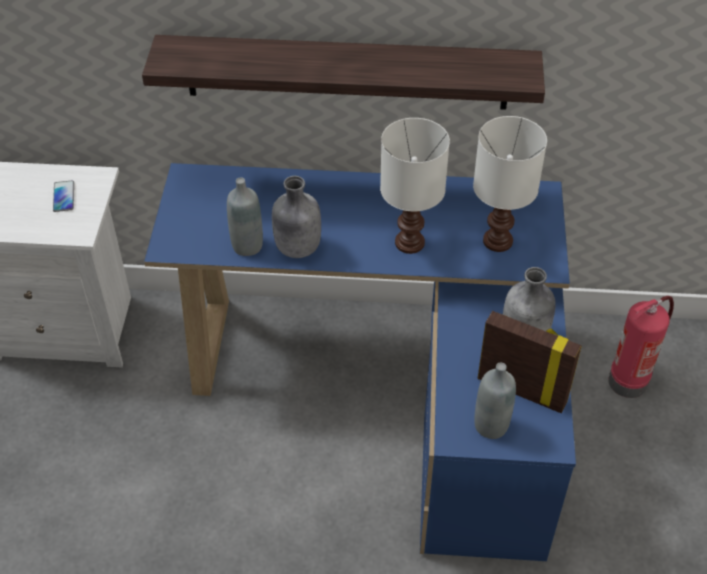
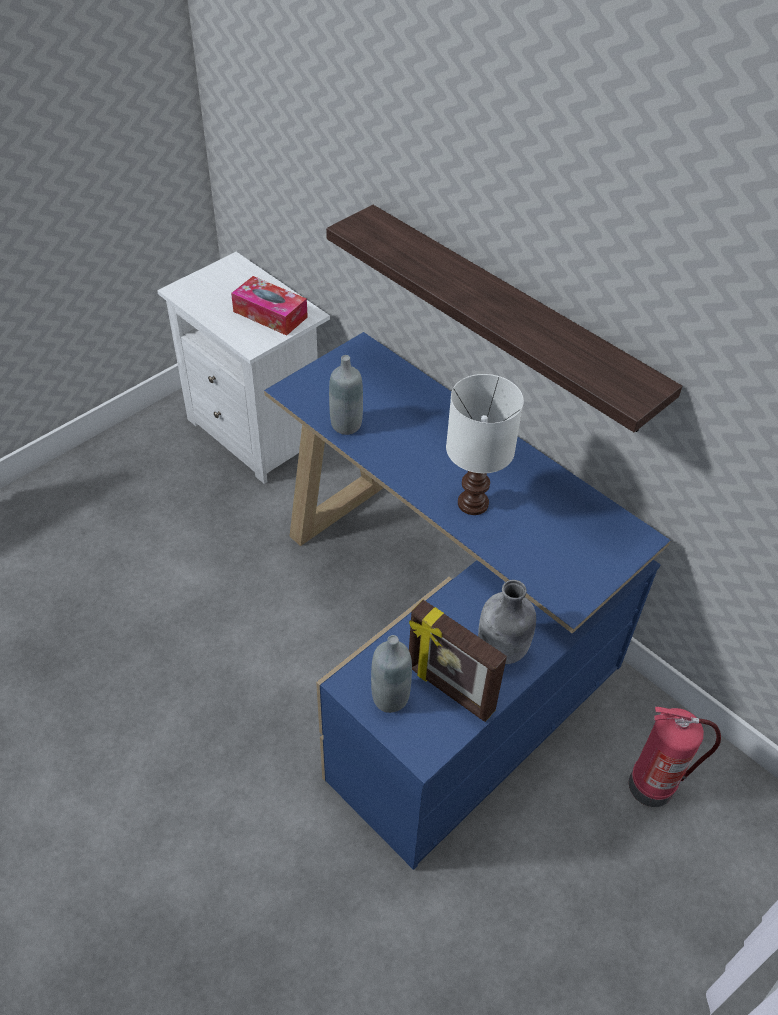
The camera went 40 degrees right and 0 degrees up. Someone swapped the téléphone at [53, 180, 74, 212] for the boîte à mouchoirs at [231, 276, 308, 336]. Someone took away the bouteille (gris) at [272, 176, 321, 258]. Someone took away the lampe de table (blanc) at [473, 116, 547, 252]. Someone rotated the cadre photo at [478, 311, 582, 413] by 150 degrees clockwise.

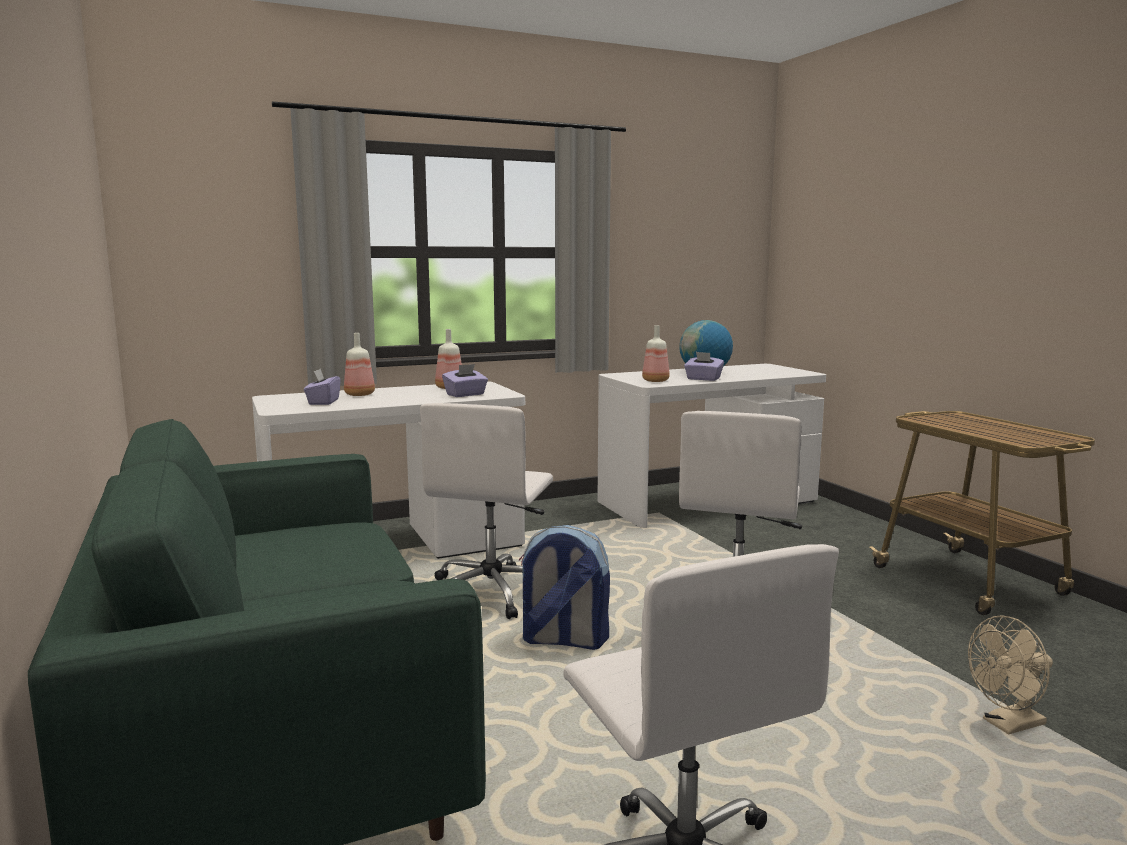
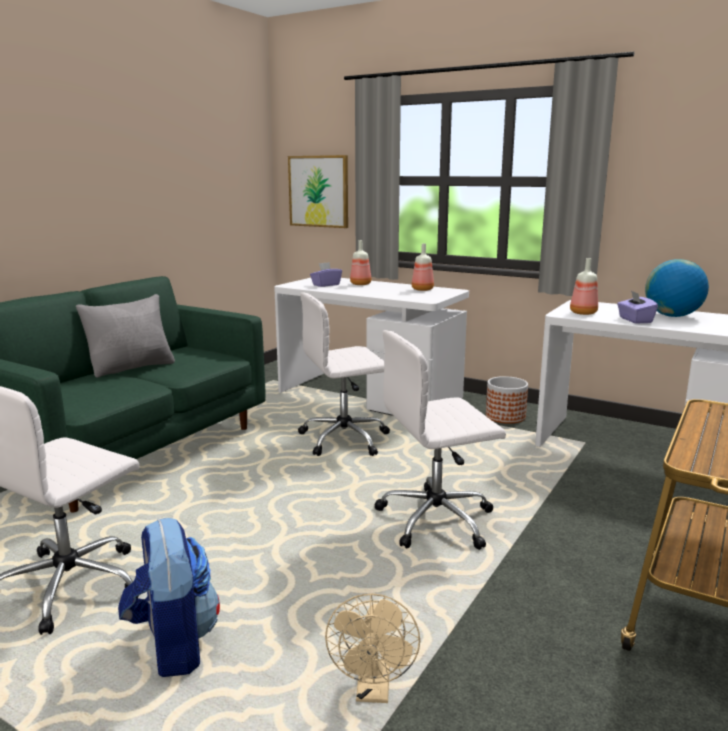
The camera went 55 degrees right and 5 degrees up. Someone took away the boîte à mouchoirs (violet) at [442, 364, 488, 397]. Someone carried the sac à dos from [519, 525, 610, 650] to [118, 518, 220, 677]. Someone rotated the ventilateur (beige) at [968, 615, 1053, 735] by 120 degrees counterclockwise. Someone put down the coussin (gris) at [76, 294, 175, 378]. Someone put up the tableau at [288, 155, 348, 228]. Someone put down the cache-pot at [486, 376, 528, 424].

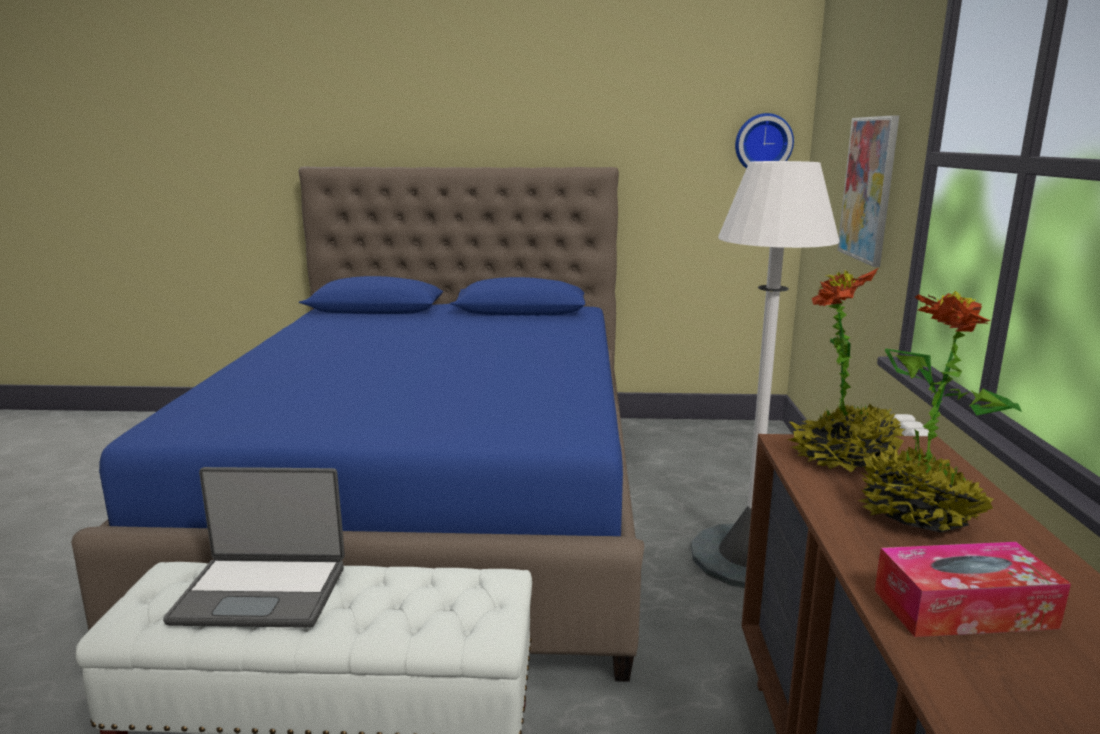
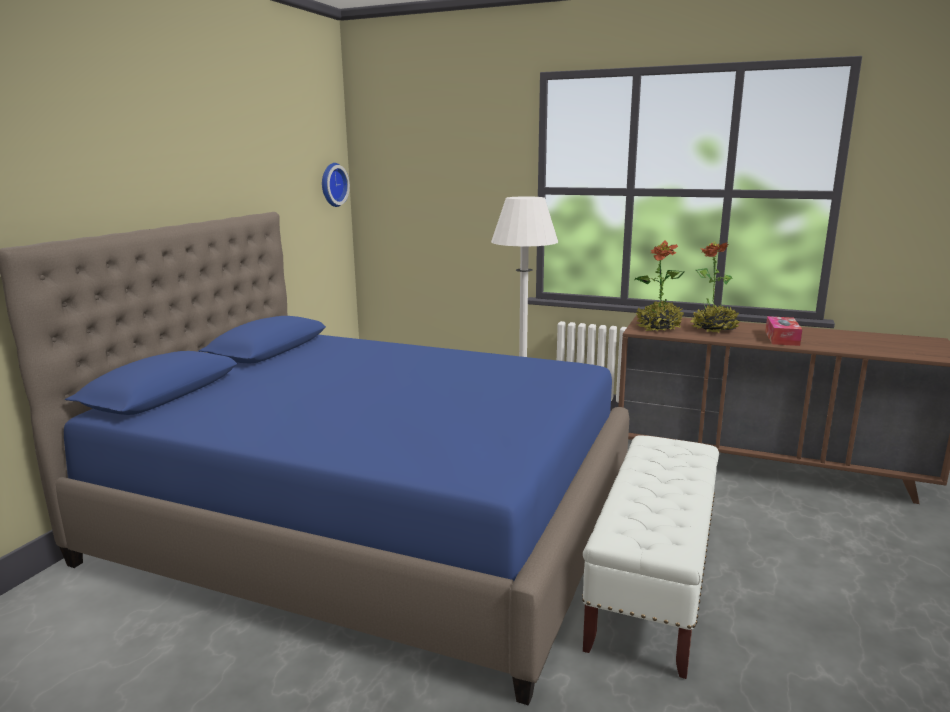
The camera went 70 degrees left and 0 degrees up. Someone took away the ordinateur portable at [163, 467, 345, 628]. Someone took away the tableau at [837, 115, 899, 267].

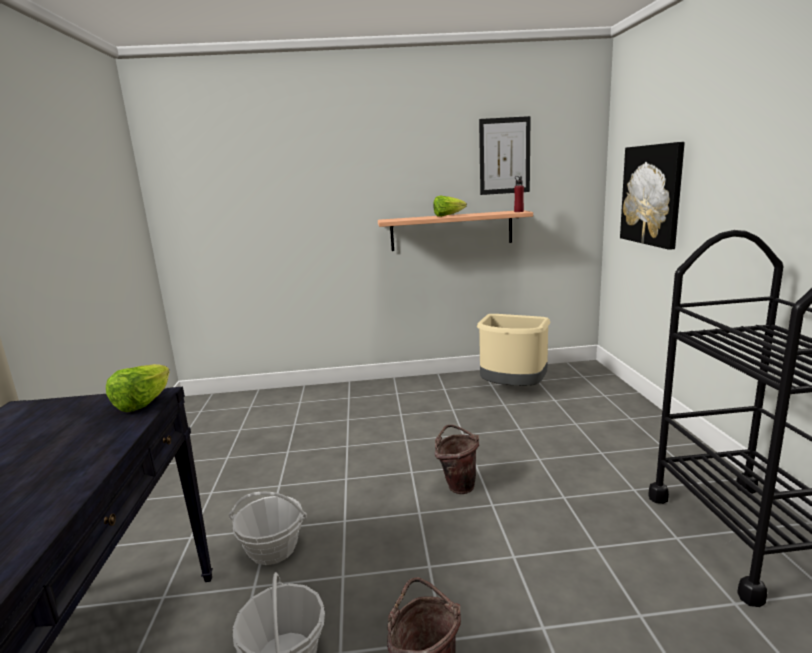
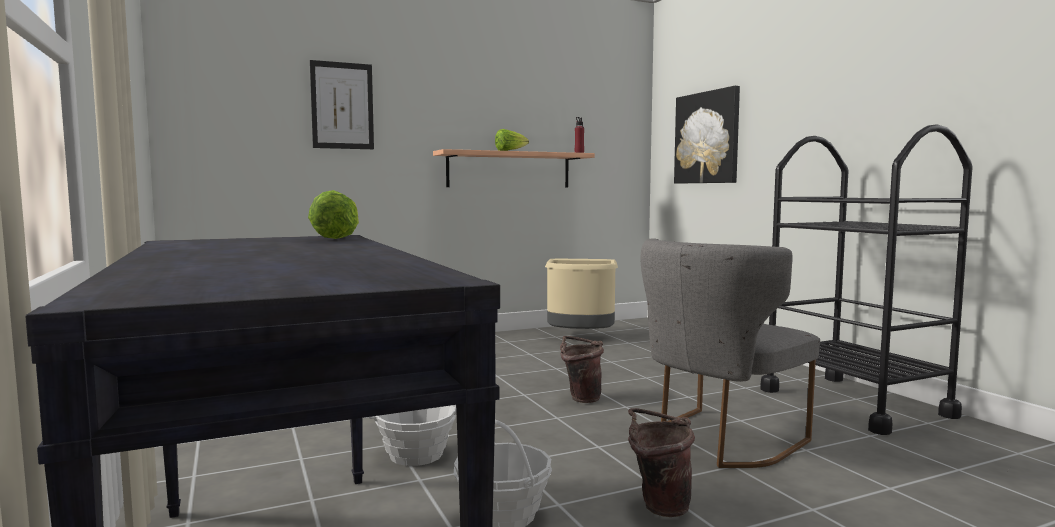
The camera went 20 degrees left and 10 degrees down. Someone carried the tableau from [479, 116, 531, 195] to [310, 60, 374, 149]. Someone put down the chaise (gris) at [641, 238, 820, 468].

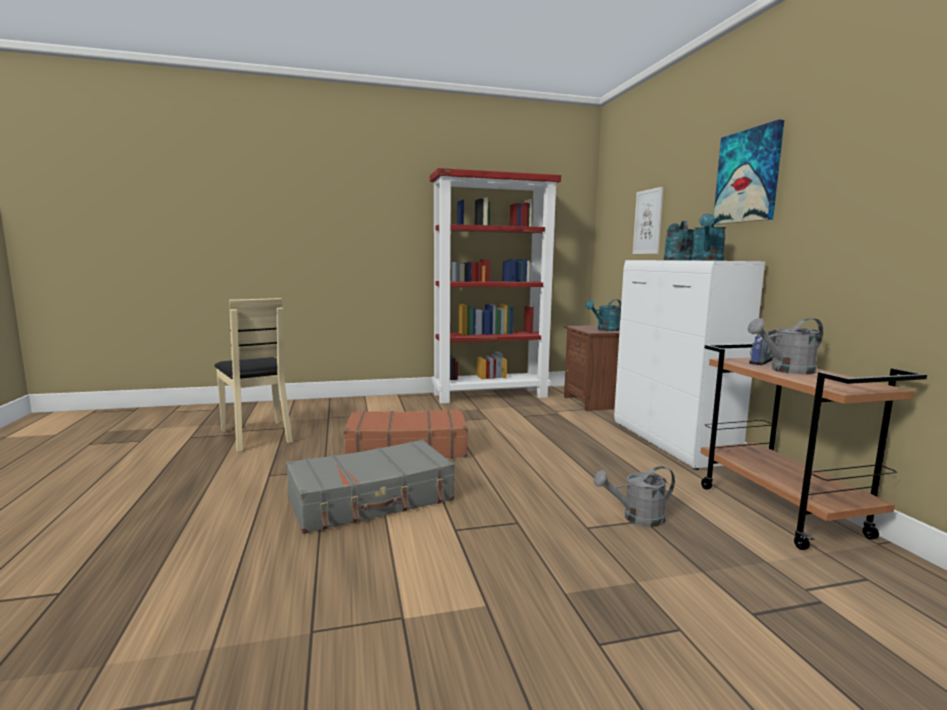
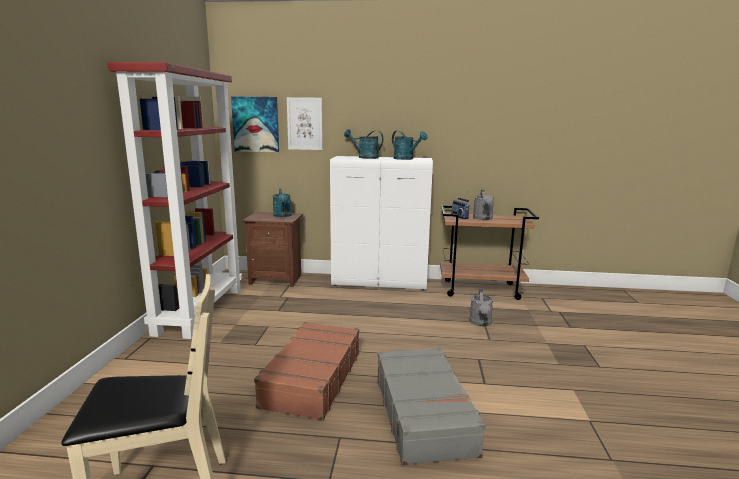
The camera went 70 degrees left and 5 degrees up. Someone carried the tableau from [714, 119, 784, 225] to [231, 96, 279, 152].

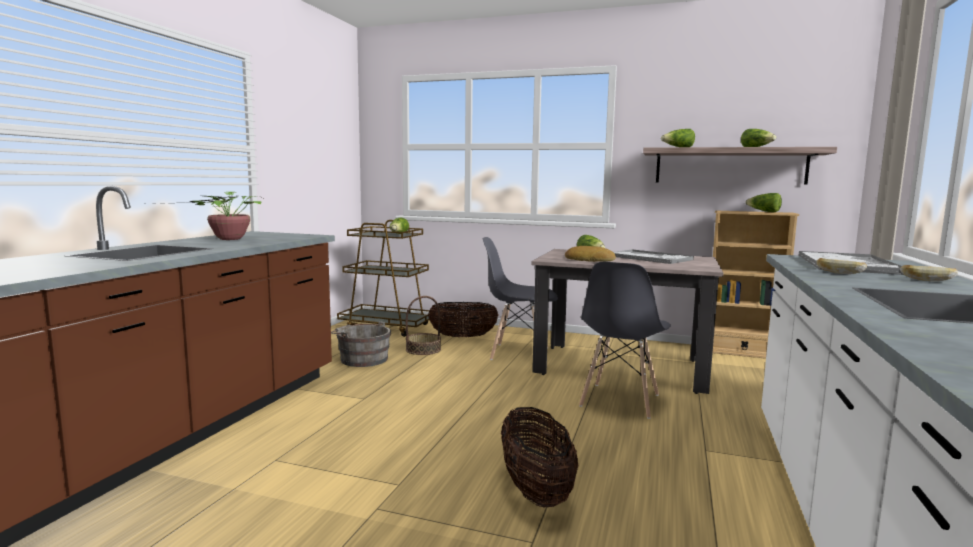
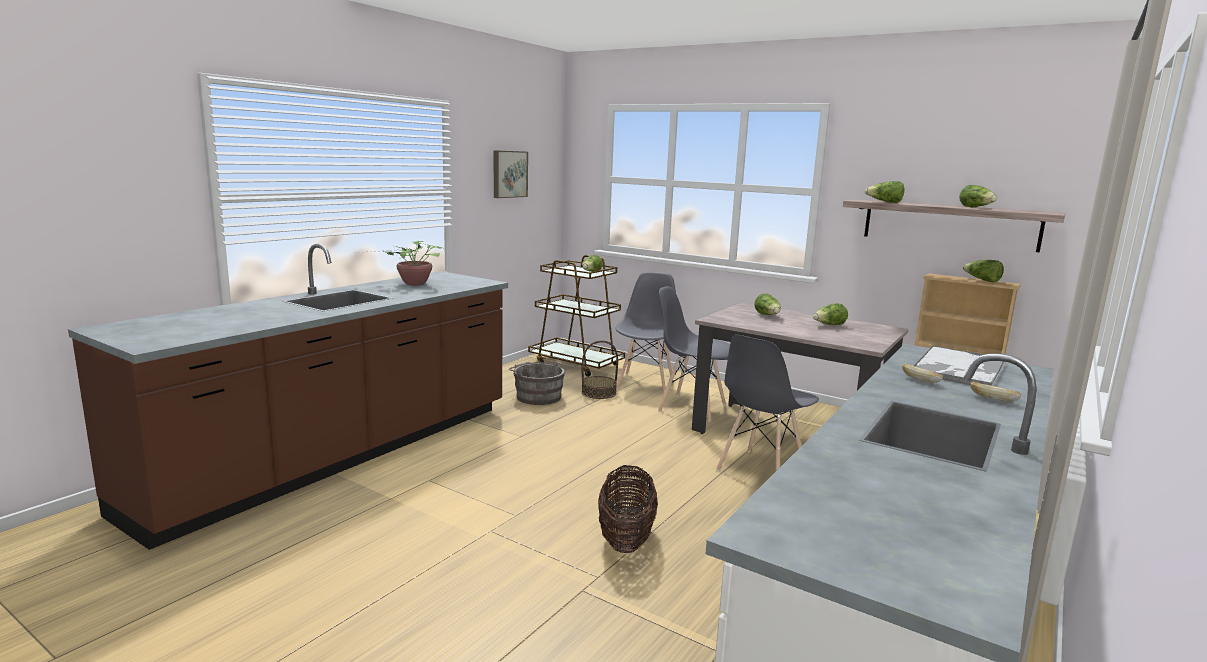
The camera went 15 degrees right and 5 degrees up. Someone swapped the panier at [428, 302, 498, 338] for the chaise (gris) at [615, 272, 676, 393]. Someone took away the pain at [565, 246, 616, 262]. Someone swapped the plateau at [613, 249, 694, 264] for the laitue at [813, 303, 848, 325]. Someone put up the tableau at [494, 150, 528, 198].

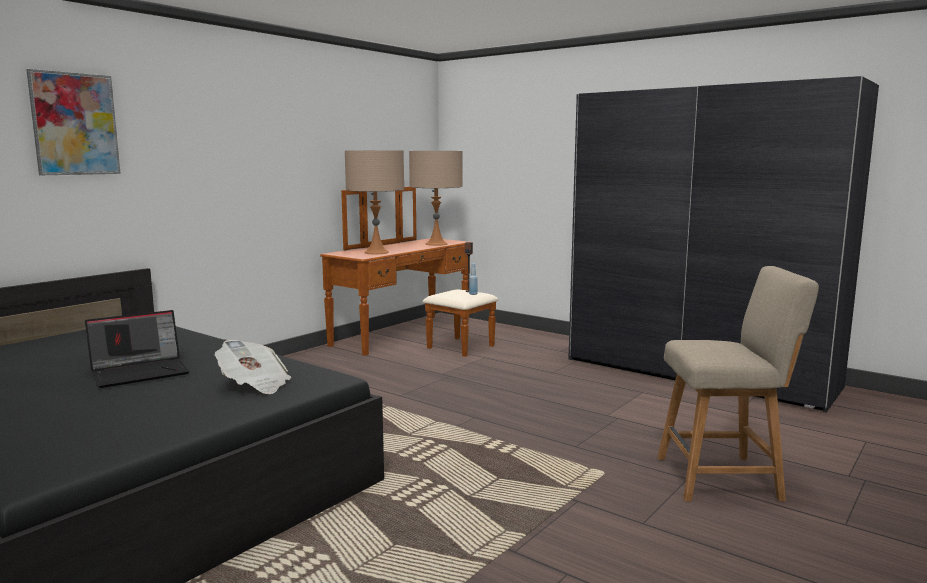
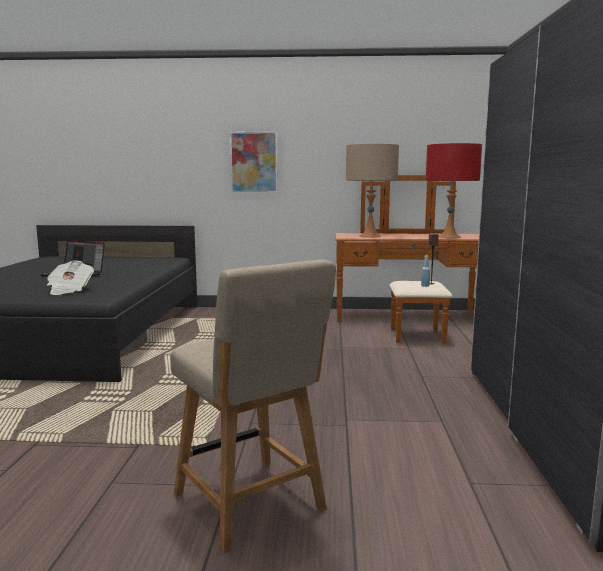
The camera went 55 degrees right and 0 degrees up. Someone carried the tableau from [26, 69, 121, 175] to [230, 131, 278, 193]. Someone repainted the lampe de table (beige) at [409, 151, 462, 246], which became the lampe de table (rouge) at [426, 143, 482, 239].

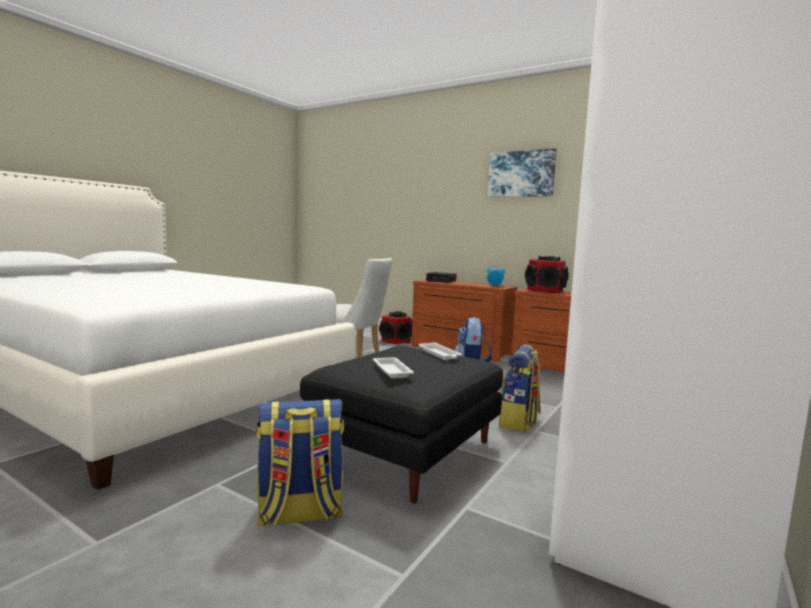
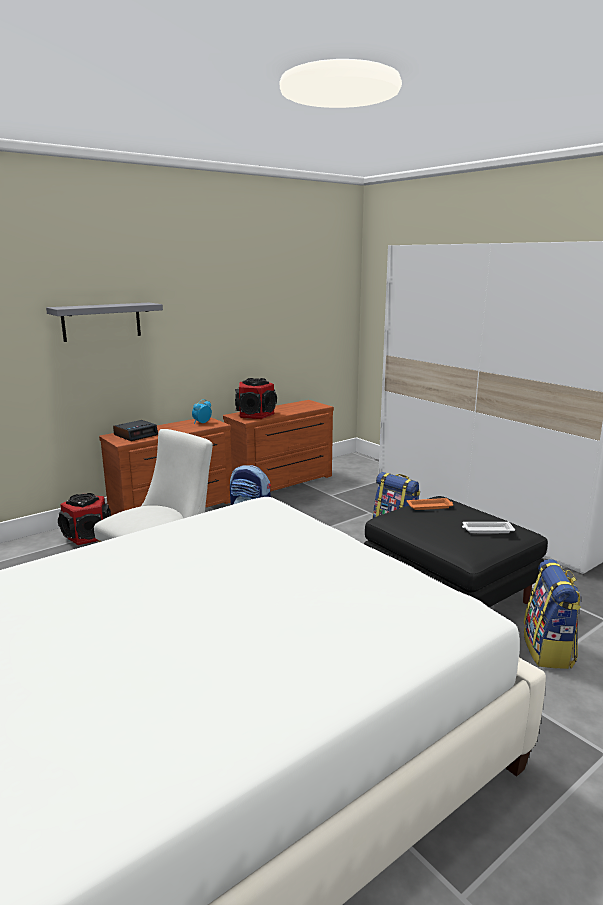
The camera went 70 degrees left and 10 degrees up. Someone repainted the plateau (blanc) at [419, 342, 462, 360], which became the plateau (orange) at [406, 498, 453, 510]. Someone took away the tableau at [487, 148, 557, 197]. Someone put up the étagère (gris) at [46, 303, 163, 342].

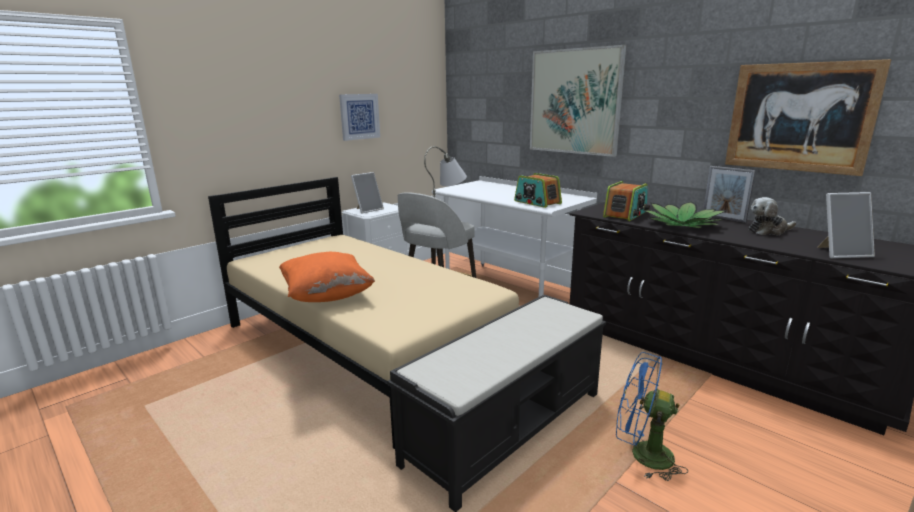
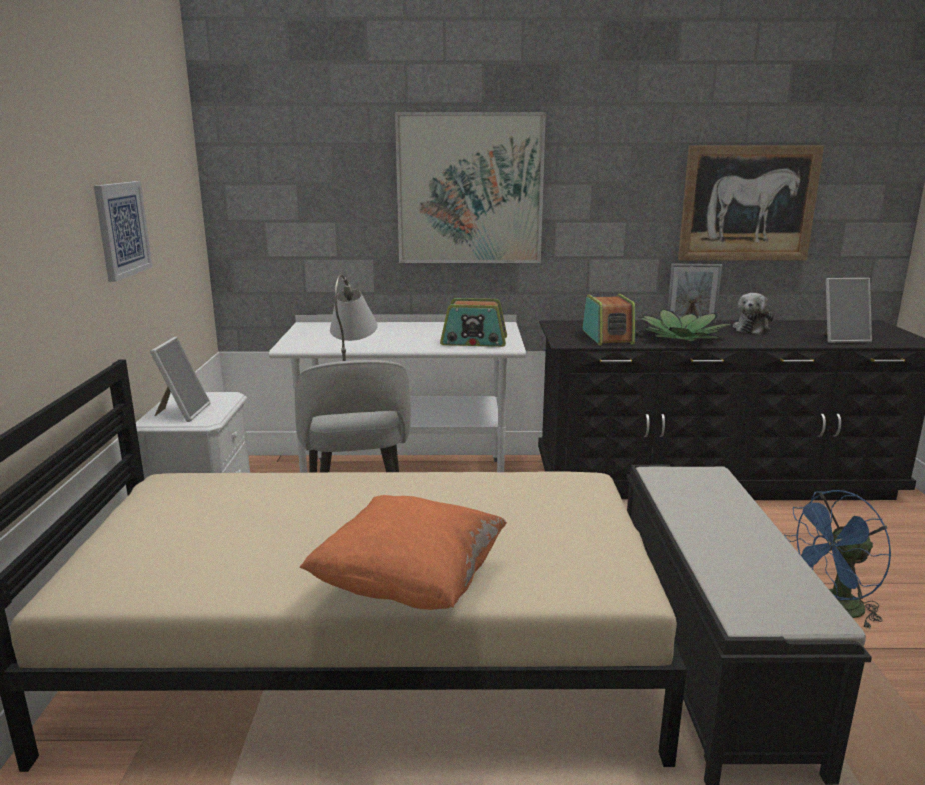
The camera went 45 degrees left and 0 degrees up. Someone rotated the cadre photo at [817, 192, 875, 258] by 45 degrees clockwise.

